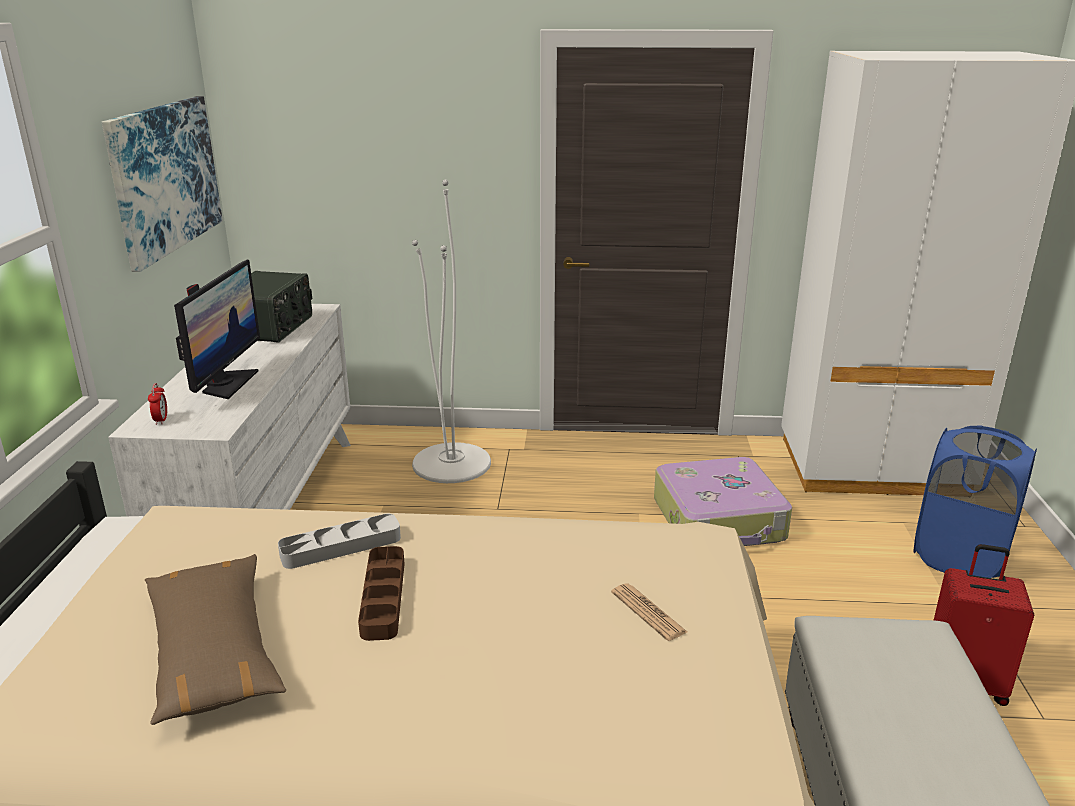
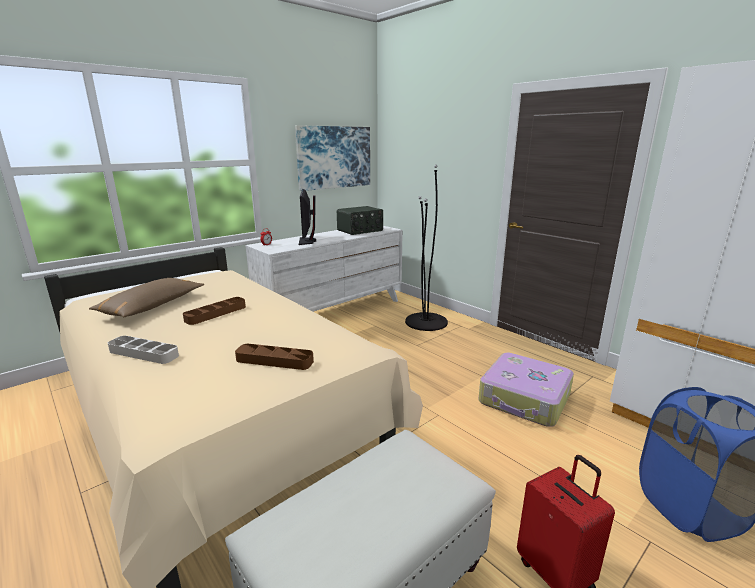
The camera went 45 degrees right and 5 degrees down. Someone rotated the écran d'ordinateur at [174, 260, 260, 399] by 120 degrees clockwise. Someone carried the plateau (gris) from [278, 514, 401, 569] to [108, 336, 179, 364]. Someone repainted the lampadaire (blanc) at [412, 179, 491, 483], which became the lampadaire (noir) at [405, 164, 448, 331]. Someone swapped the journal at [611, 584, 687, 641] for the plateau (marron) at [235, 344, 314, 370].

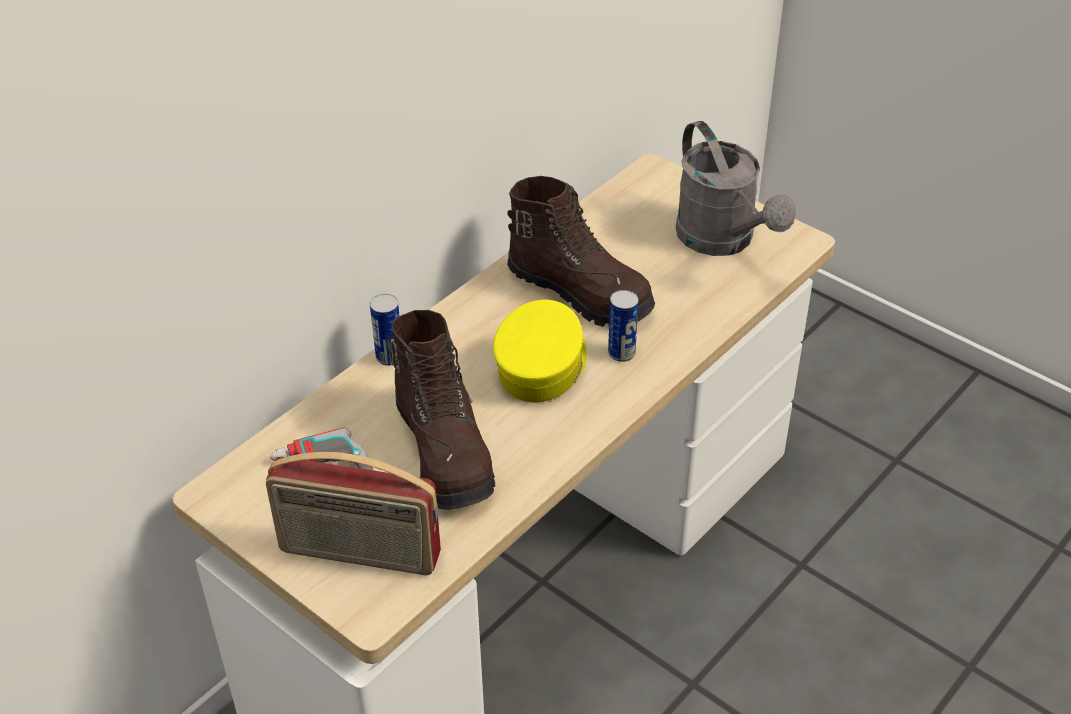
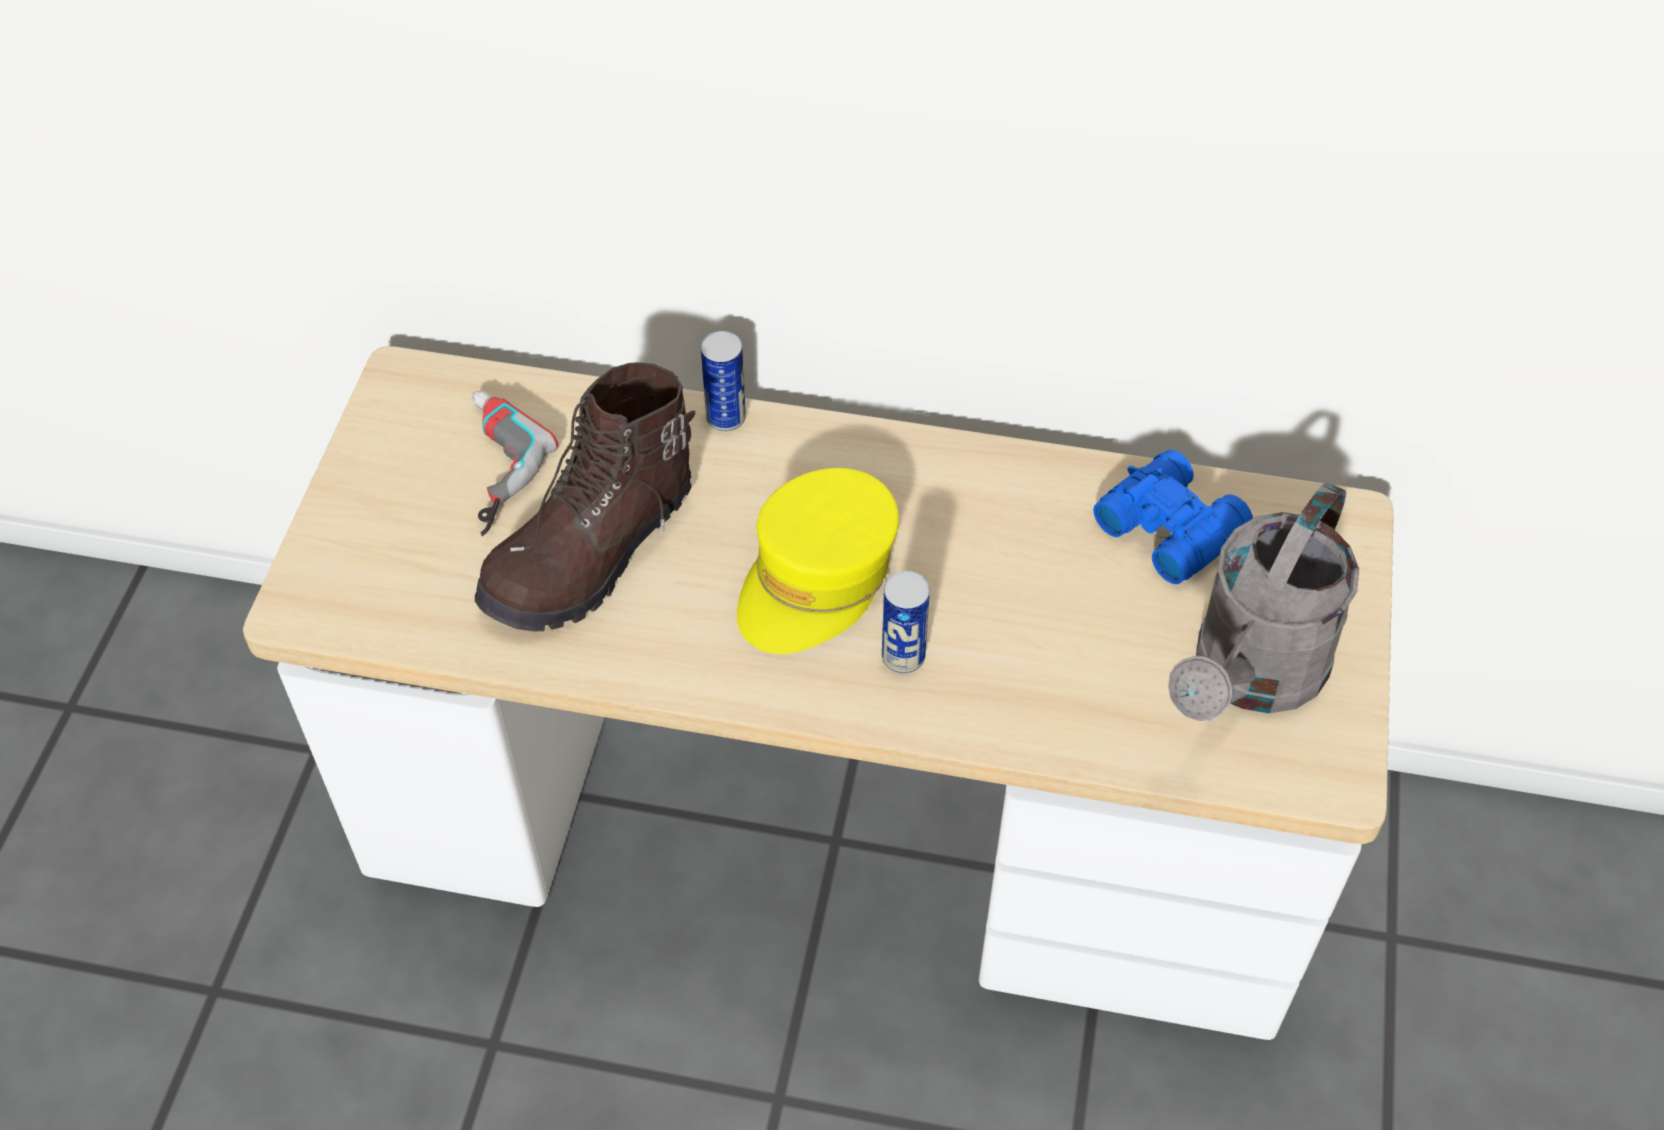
The camera went 60 degrees right and 10 degrees up. Someone took away the radio at [266, 452, 441, 575]. Someone rotated the casquette (jaune) at [493, 300, 587, 402] by 135 degrees clockwise. Someone took away the botte (marron) at [507, 176, 655, 327]. Someone put down the jumelles (bleu) at [1093, 450, 1253, 584].

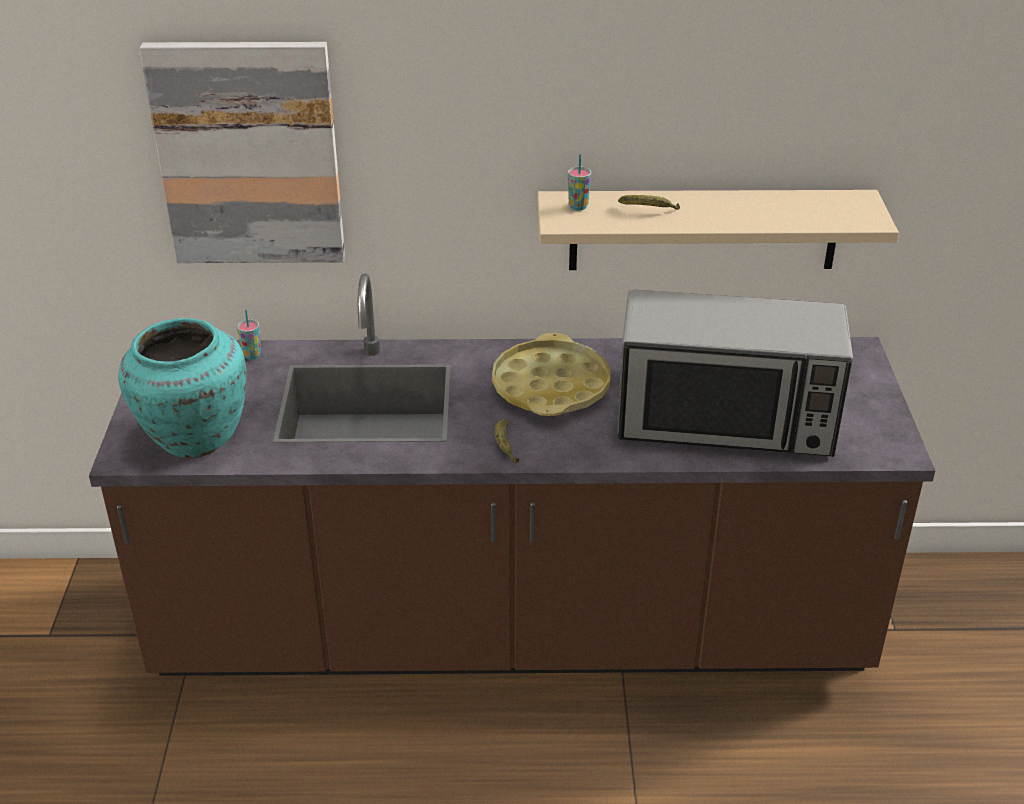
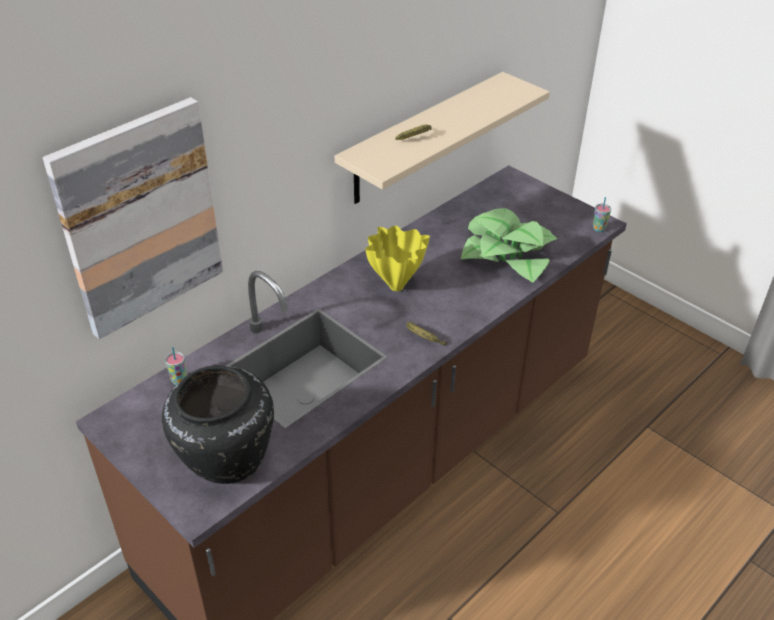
The camera went 45 degrees left and 5 degrees up. Someone repainted the vase (turquoise) at [118, 318, 246, 458], which became the vase (noir) at [162, 365, 274, 484]. Someone swapped the plateau (jaune) at [492, 333, 610, 416] for the vase (jaune) at [365, 226, 430, 291]. Someone carried the tasse from [568, 154, 591, 210] to [593, 197, 611, 232]. Someone swapped the micro-ondes at [617, 290, 853, 457] for the plante en pot at [461, 208, 557, 283].

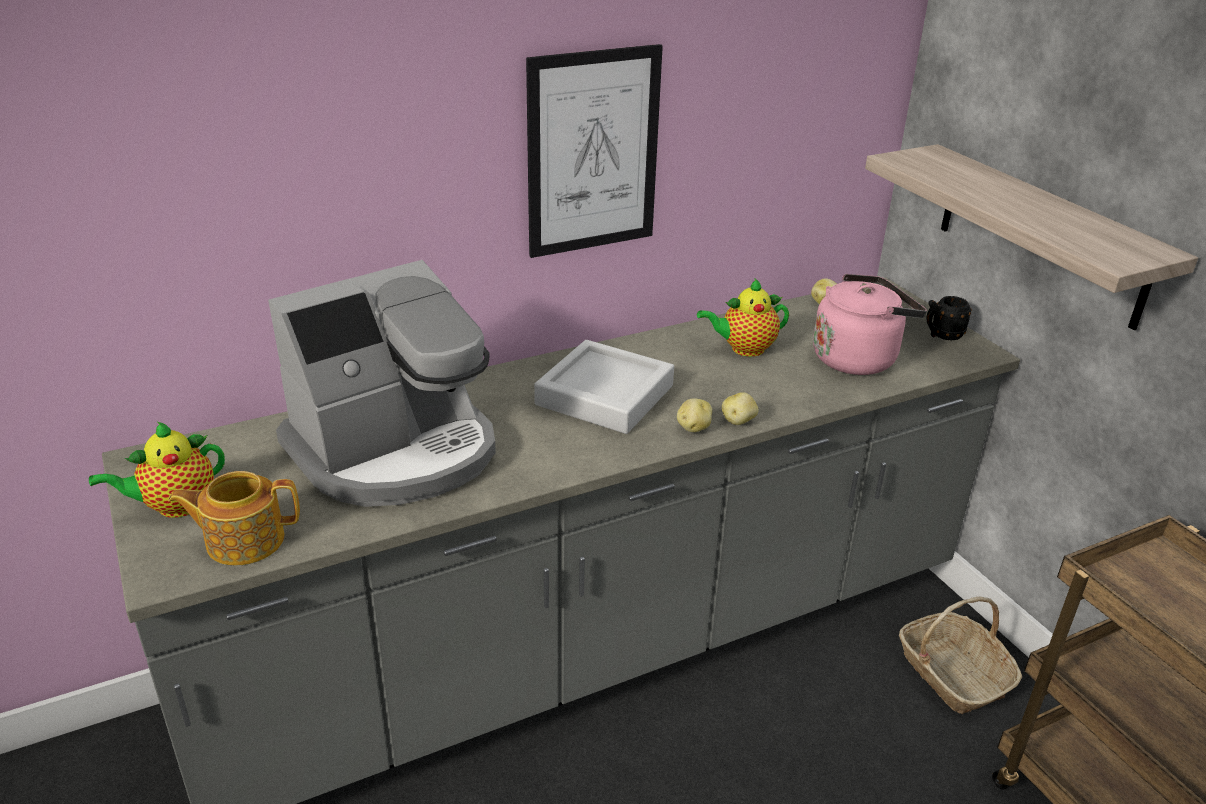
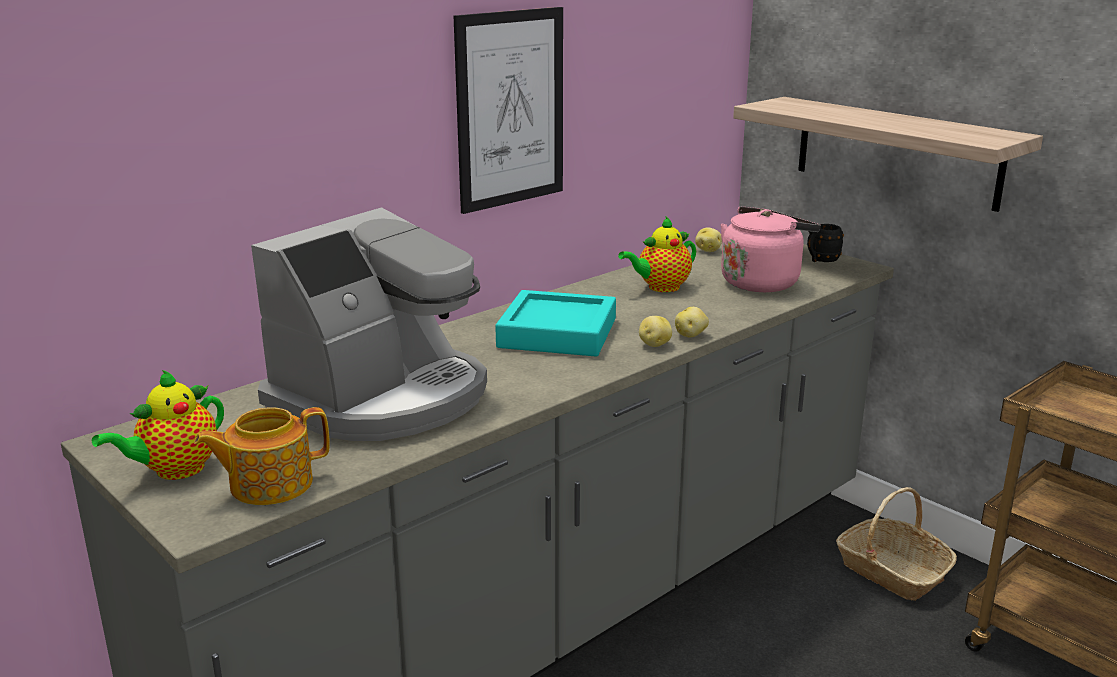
The camera went 15 degrees left and 10 degrees down. Someone repainted the plateau (gris) at [534, 340, 674, 434], which became the plateau (turquoise) at [495, 290, 616, 357].

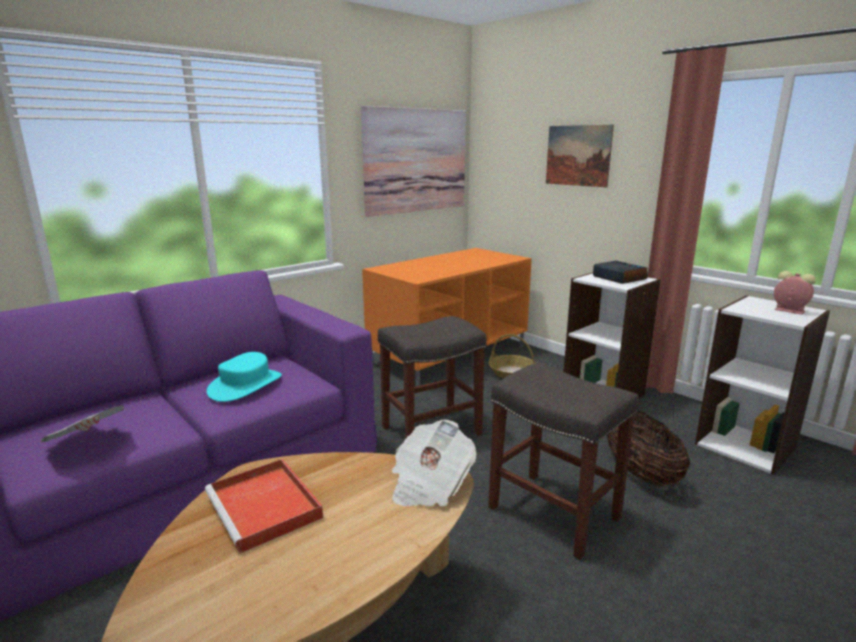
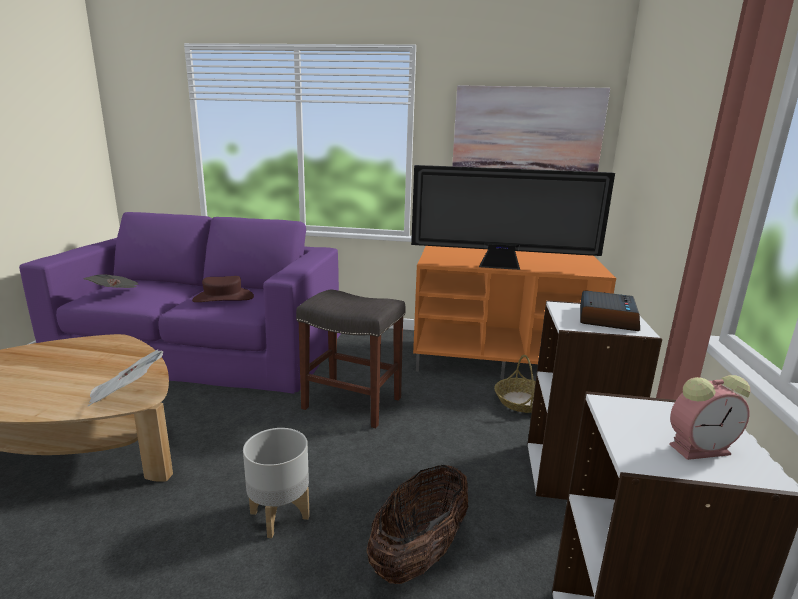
The camera went 50 degrees right and 0 degrees up. Someone took away the plateau (rouge) at [205, 459, 323, 553]. Someone repainted the chapeau (turquoise) at [207, 352, 282, 402], which became the chapeau (marron) at [192, 276, 254, 302]. Someone swapped the tabouret (gris) at [488, 363, 639, 560] for the cache-pot (gris) at [243, 428, 310, 538]. Someone took away the tableau at [546, 125, 614, 188]. Someone rotated the réveil at [774, 271, 816, 315] by 75 degrees clockwise. Someone put down the téléviseur at [411, 165, 615, 270].

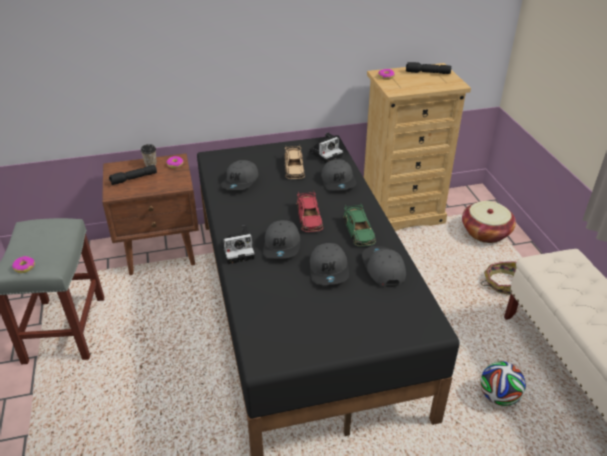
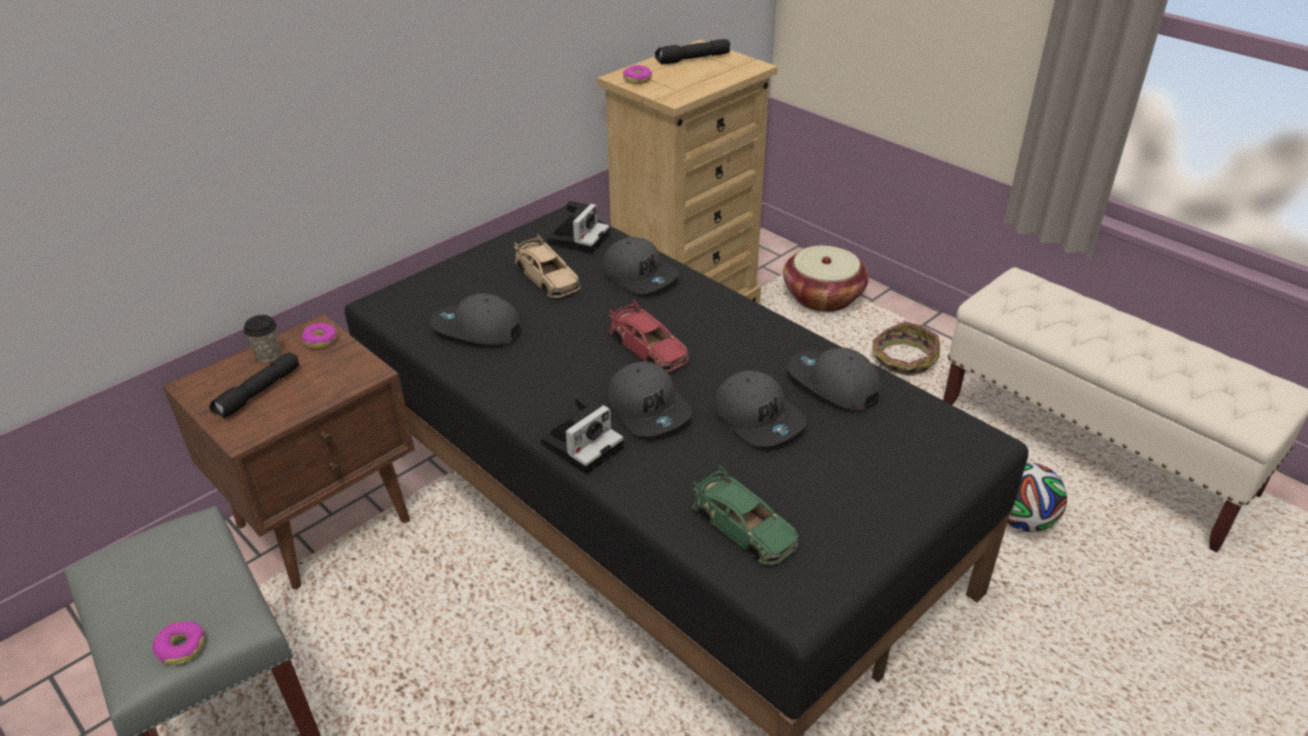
The camera went 30 degrees left and 0 degrees up. Someone rotated the casquette (gris) at [221, 160, 258, 190] by 120 degrees clockwise. Someone carried the petite voiture (vert) from [343, 203, 376, 247] to [692, 465, 798, 565].

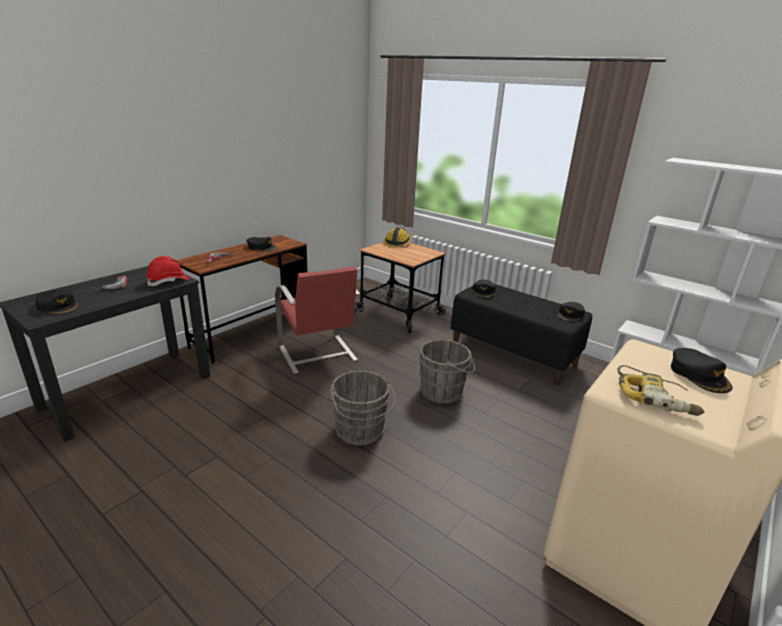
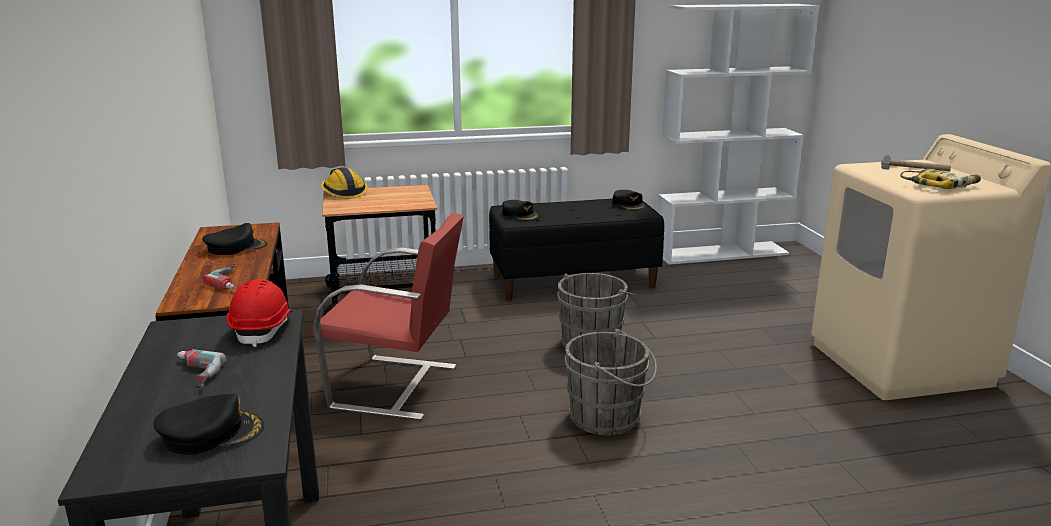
The camera went 50 degrees left and 5 degrees down. Someone swapped the casquette (noir) at [671, 348, 732, 393] for the marteau at [881, 155, 951, 171].

